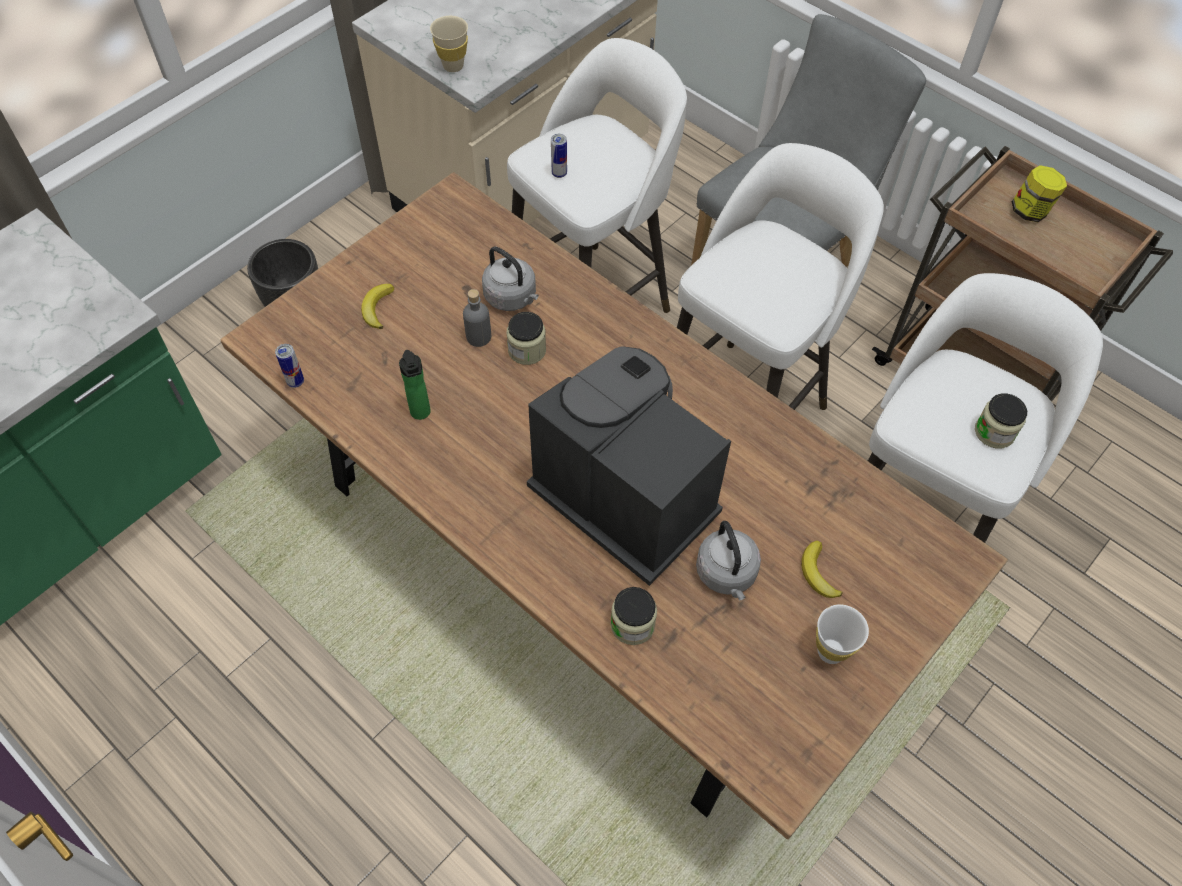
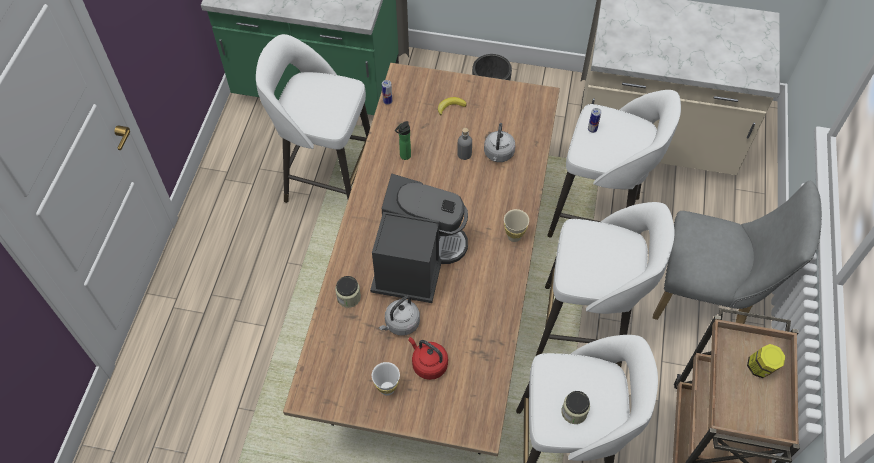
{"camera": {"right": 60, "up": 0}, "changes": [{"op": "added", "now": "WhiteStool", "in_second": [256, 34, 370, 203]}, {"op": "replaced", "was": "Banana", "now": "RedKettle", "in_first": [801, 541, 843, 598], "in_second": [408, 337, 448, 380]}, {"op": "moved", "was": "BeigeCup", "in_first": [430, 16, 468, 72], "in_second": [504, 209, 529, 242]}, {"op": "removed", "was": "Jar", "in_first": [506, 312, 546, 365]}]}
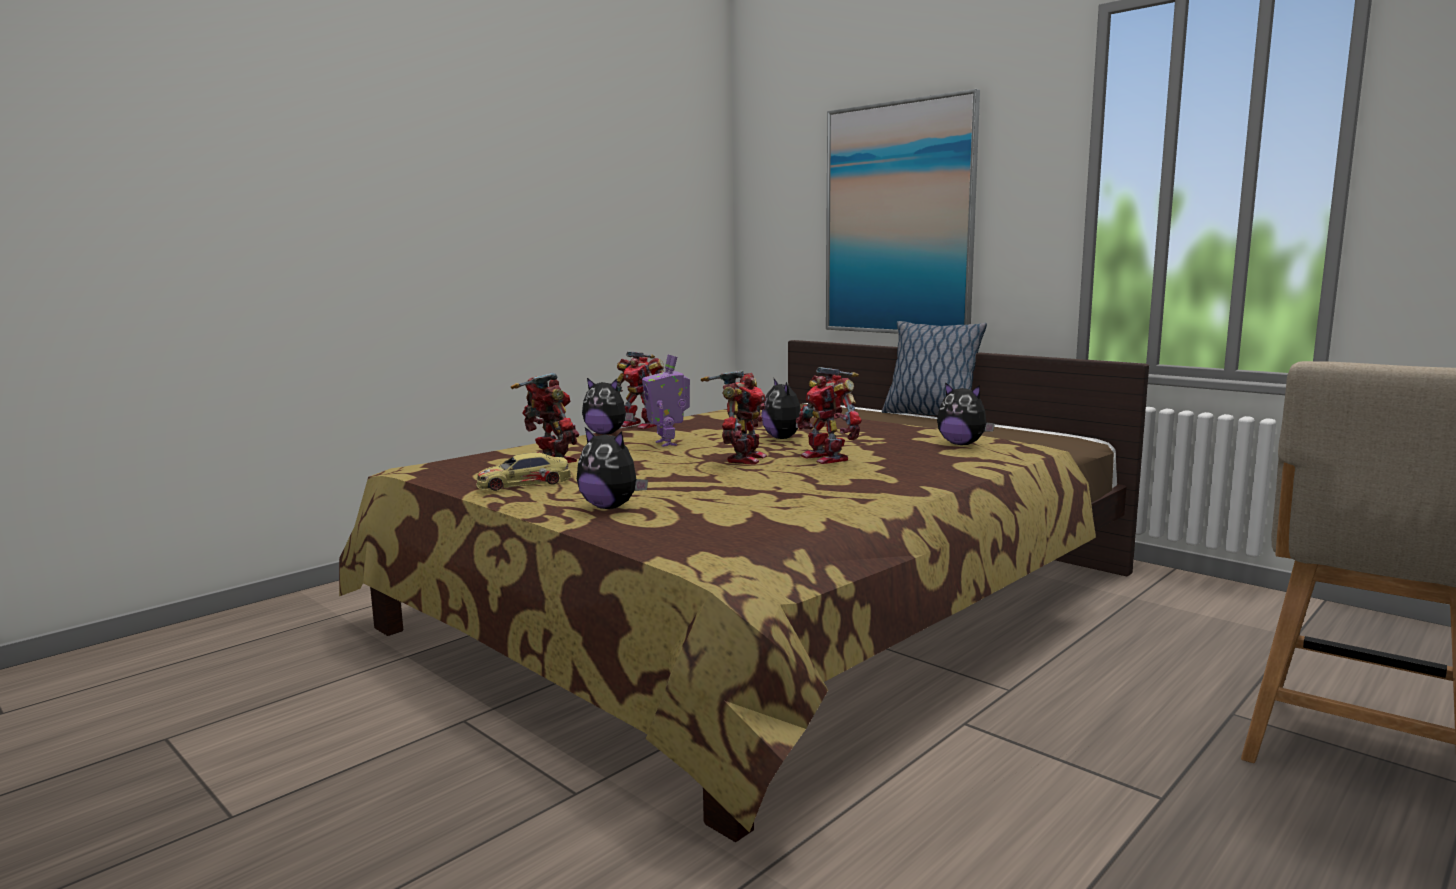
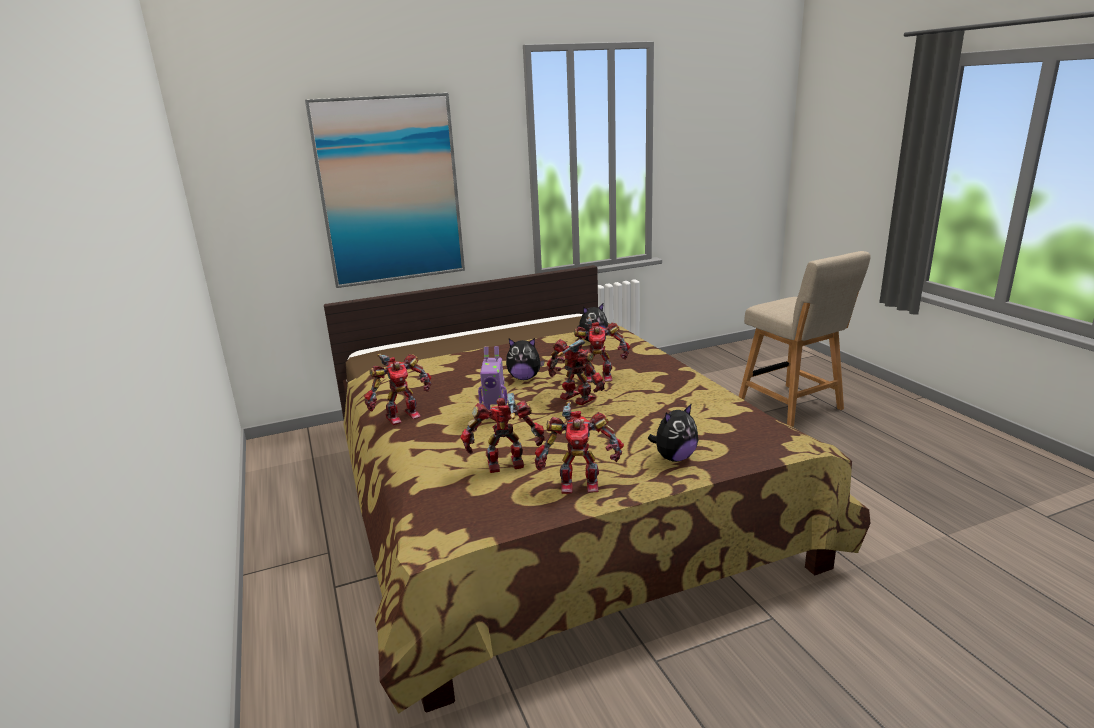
{"camera": {"right": -65, "up": 10}, "changes": [{"op": "replaced", "was": "ToyCar", "now": "ToyRobot", "in_first": [476, 453, 571, 491], "in_second": [535, 401, 624, 494]}, {"op": "removed", "was": "PlushToy", "in_first": [582, 378, 633, 435]}, {"op": "removed", "was": "Pillow", "in_first": [882, 321, 987, 415]}]}
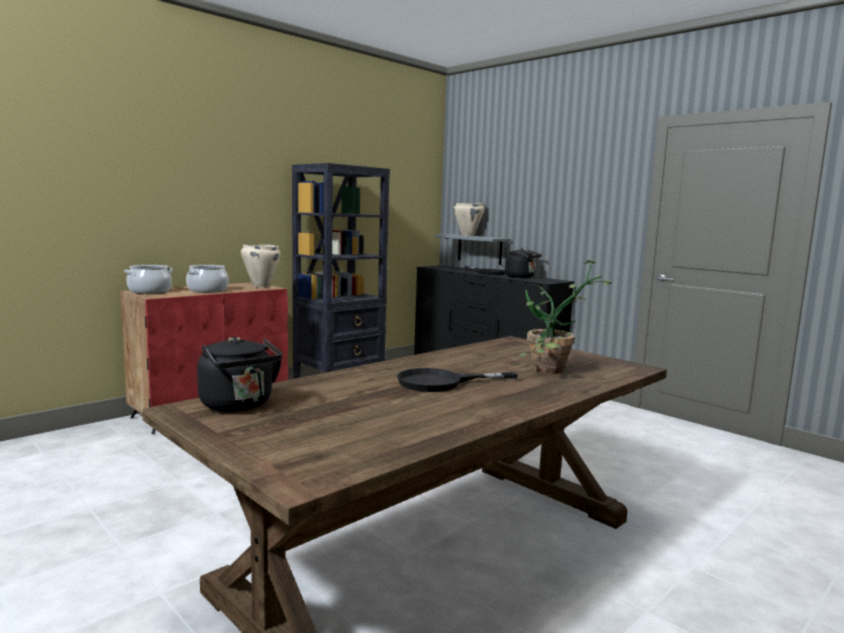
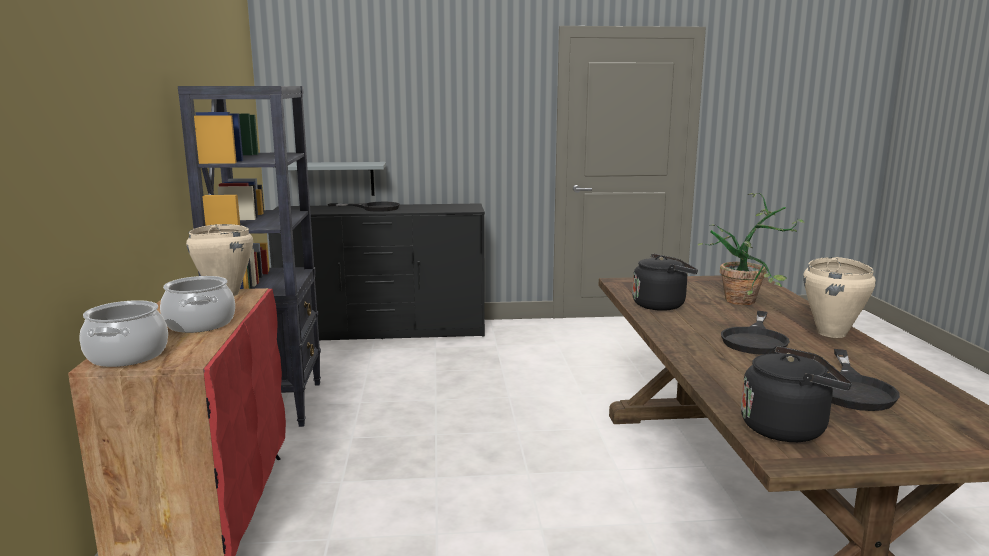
{"camera": {"right": -50, "up": 5}, "changes": [{"op": "moved", "was": "BlackKettle", "in_first": [505, 248, 542, 278], "in_second": [632, 254, 698, 311]}, {"op": "moved", "was": "BeigeCookingPot", "in_first": [454, 203, 485, 236], "in_second": [803, 257, 876, 338]}, {"op": "added", "now": "BlackFryingPan", "in_second": [827, 349, 900, 411]}]}
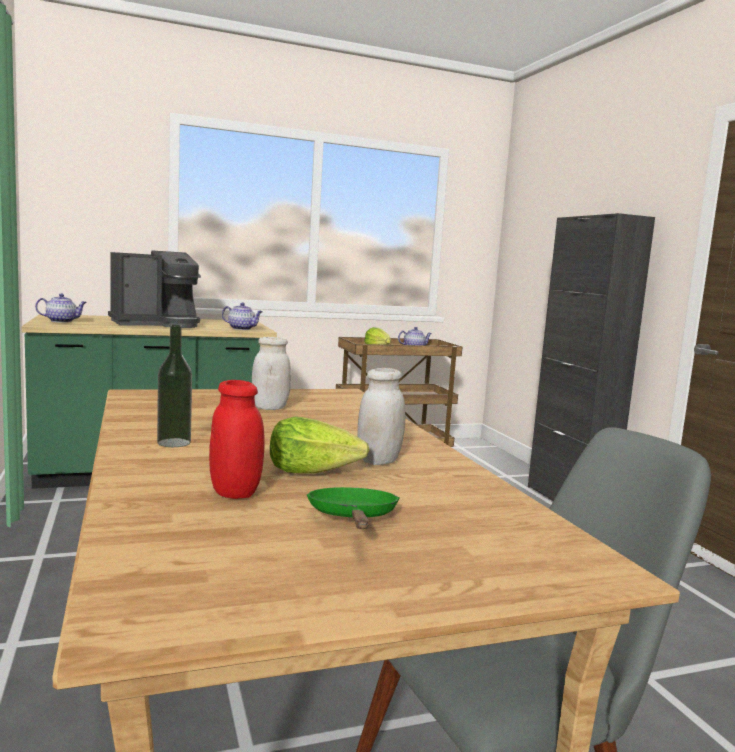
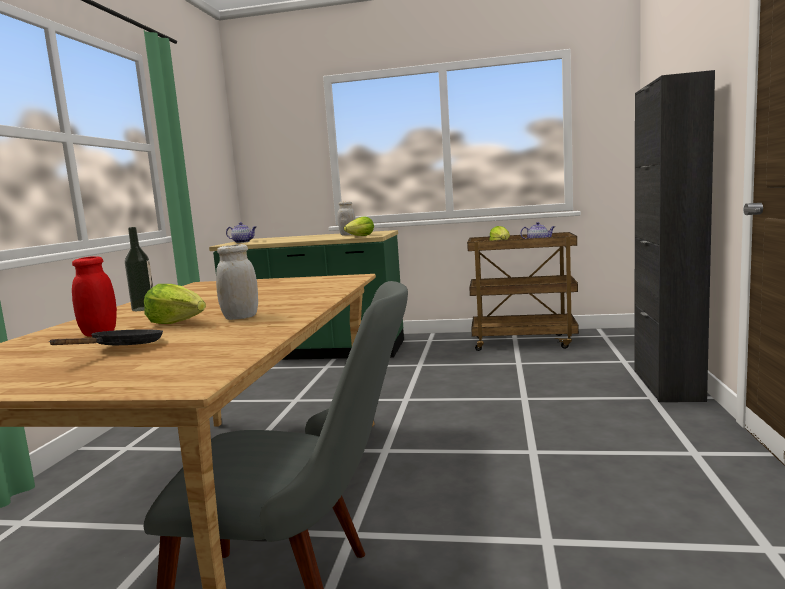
{"camera": {"right": 30, "up": 0}, "changes": [{"op": "recoloured", "was": "GreenFryingPan", "now": "BlackFryingPan", "in_first": [307, 487, 400, 529], "in_second": [49, 329, 163, 345]}, {"op": "moved", "was": "WhiteJar", "in_first": [252, 337, 291, 410], "in_second": [337, 201, 355, 236]}, {"op": "replaced", "was": "Teapot", "now": "Lettuce", "in_first": [222, 303, 263, 330], "in_second": [344, 216, 374, 236]}, {"op": "removed", "was": "CoffeeMachine", "in_first": [108, 251, 201, 328]}]}
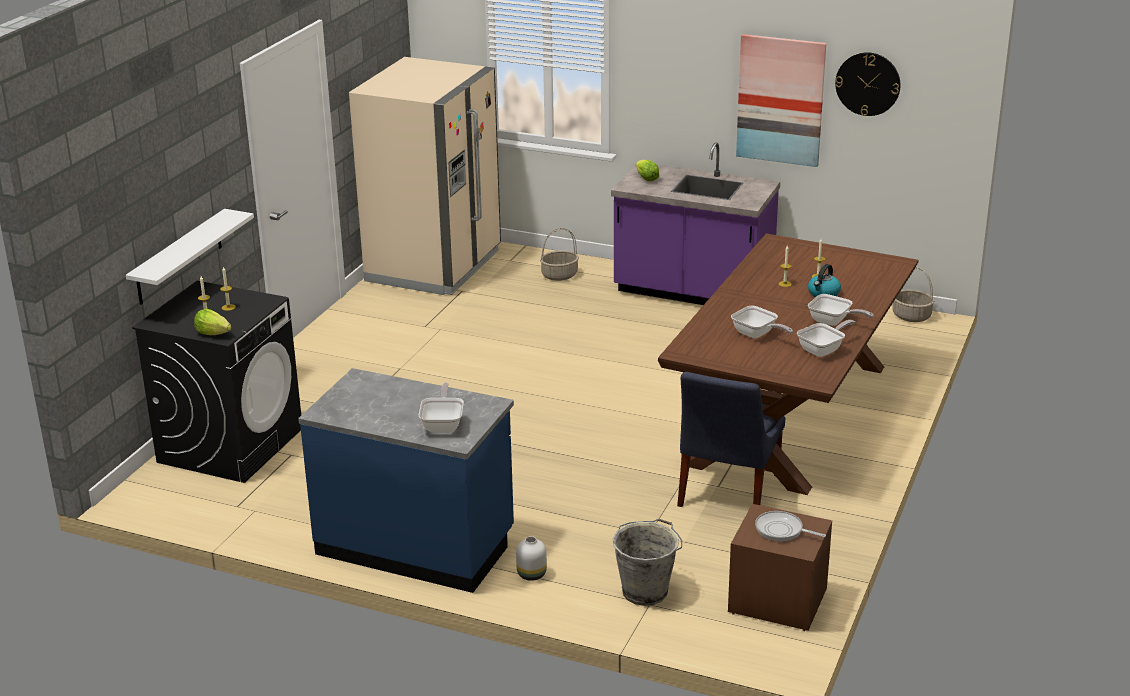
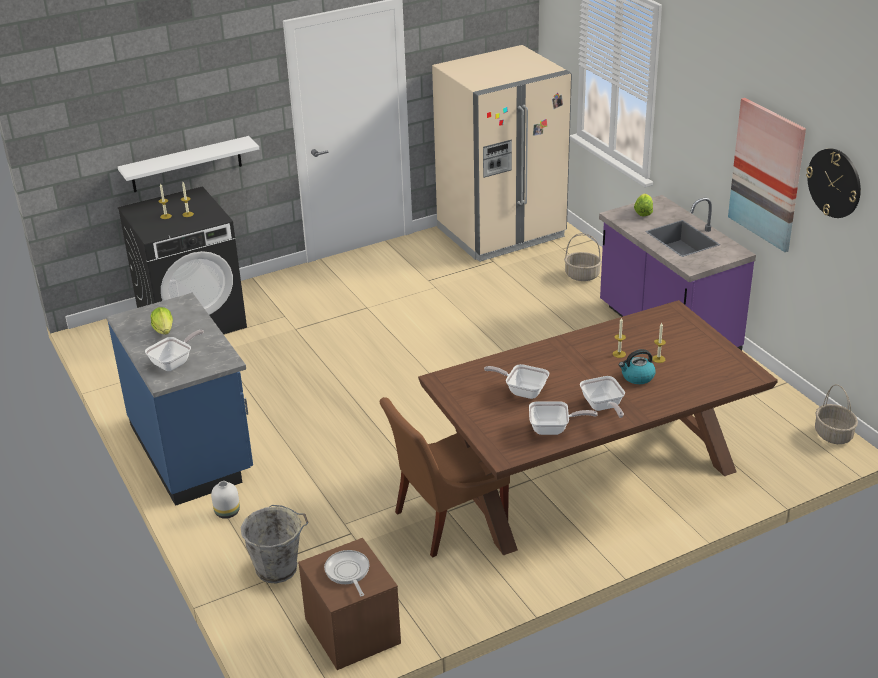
{"camera": {"right": 40, "up": 5}, "changes": [{"op": "moved", "was": "Lettuce", "in_first": [194, 309, 232, 335], "in_second": [150, 307, 173, 335]}, {"op": "recoloured", "was": "BlueChair", "now": "BrownChair", "in_first": [677, 372, 785, 507], "in_second": [380, 397, 510, 557]}, {"op": "turned", "was": "FryingPan", "in_first": [731, 306, 793, 339], "in_second": [484, 364, 549, 399], "clockwise": 120}]}
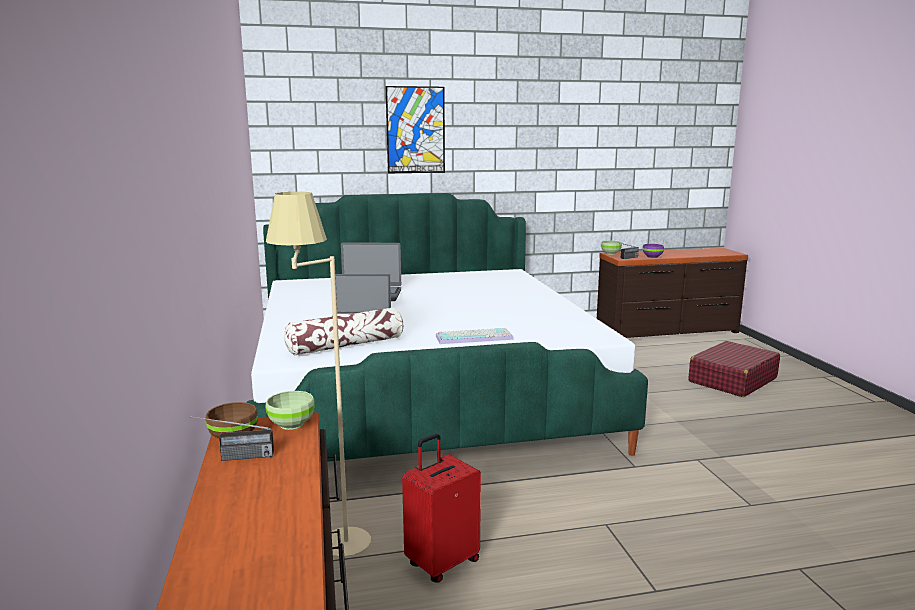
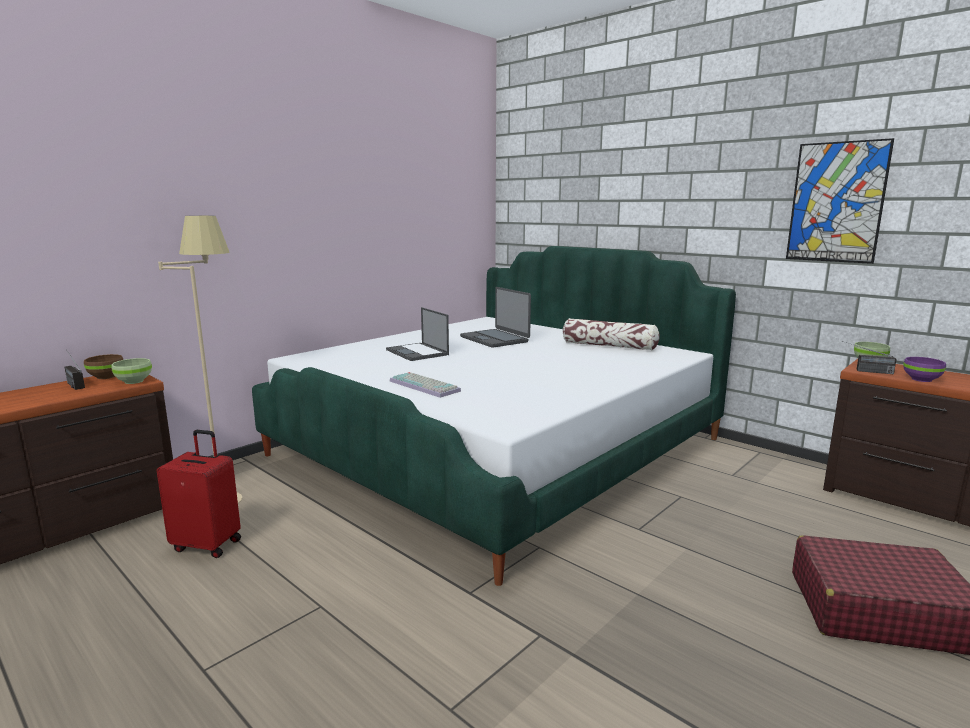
{"camera": {"right": 55, "up": 0}, "changes": [{"op": "moved", "was": "Pillow", "in_first": [284, 307, 403, 356], "in_second": [563, 318, 660, 350]}, {"op": "moved", "was": "Picture", "in_first": [386, 86, 445, 173], "in_second": [786, 138, 894, 264]}]}
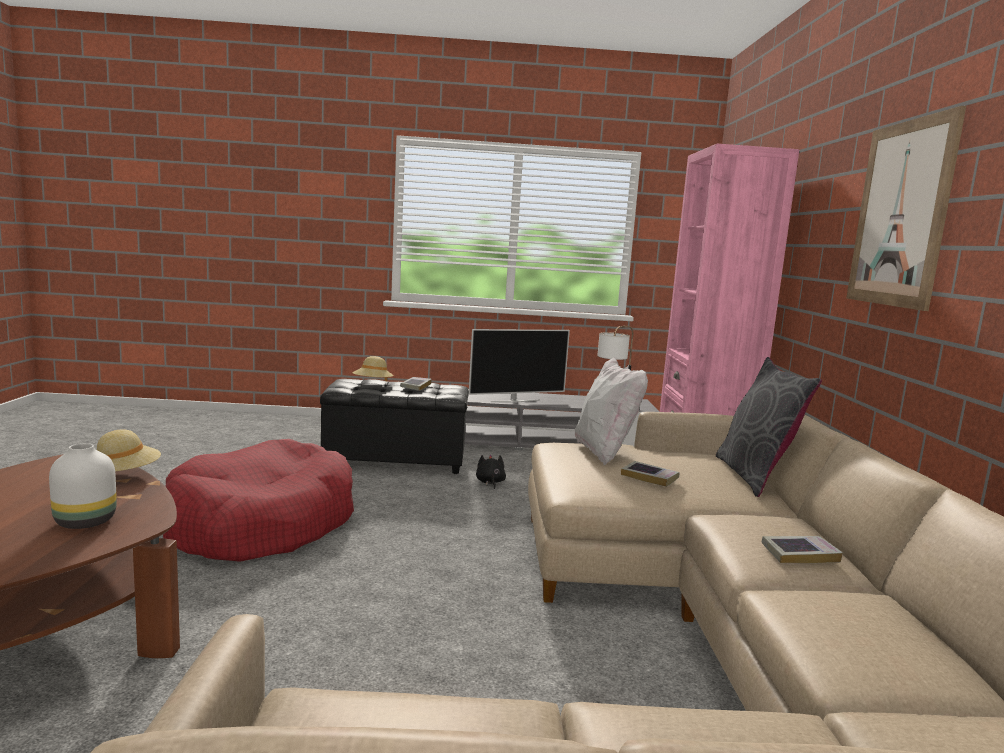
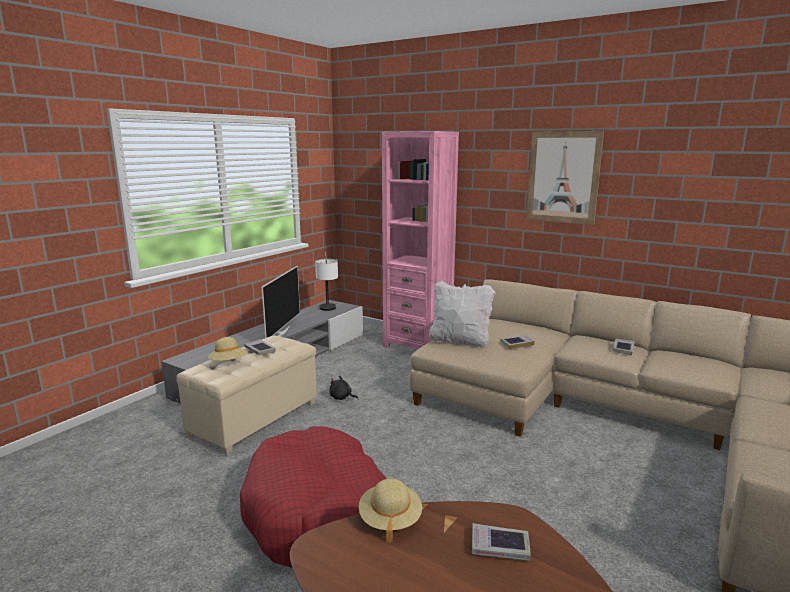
{"camera": {"right": -55, "up": 5}, "changes": [{"op": "recoloured", "was": "BlackOttoman", "now": "BeigeOttoman", "in_first": [320, 379, 469, 474], "in_second": [176, 336, 317, 455]}, {"op": "replaced", "was": "WhiteVase", "now": "Book", "in_first": [49, 443, 117, 529], "in_second": [472, 523, 531, 561]}, {"op": "removed", "was": "GreyPillow", "in_first": [716, 357, 822, 497]}]}
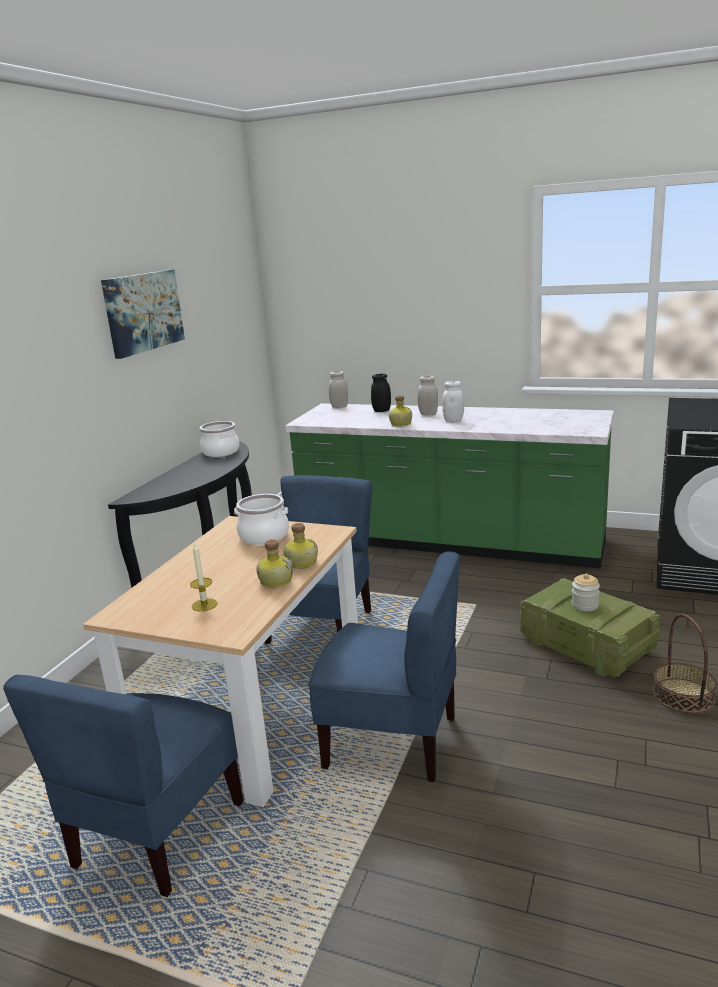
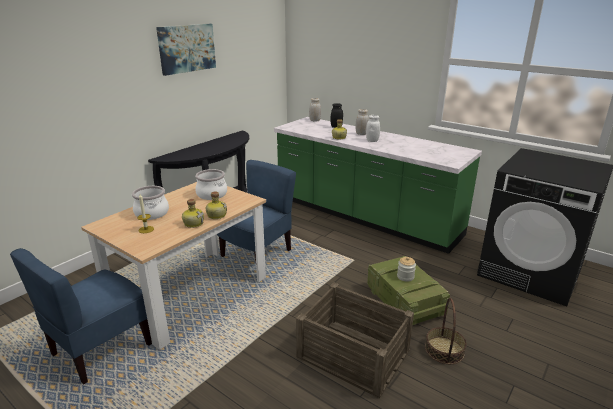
{"camera": {"right": 15, "up": 5}, "changes": [{"op": "moved", "was": "CookingPot", "in_first": [199, 421, 240, 457], "in_second": [132, 186, 169, 220]}, {"op": "added", "now": "Crate", "in_second": [296, 282, 414, 398]}, {"op": "removed", "was": "BlueChair", "in_first": [308, 551, 460, 782]}]}
